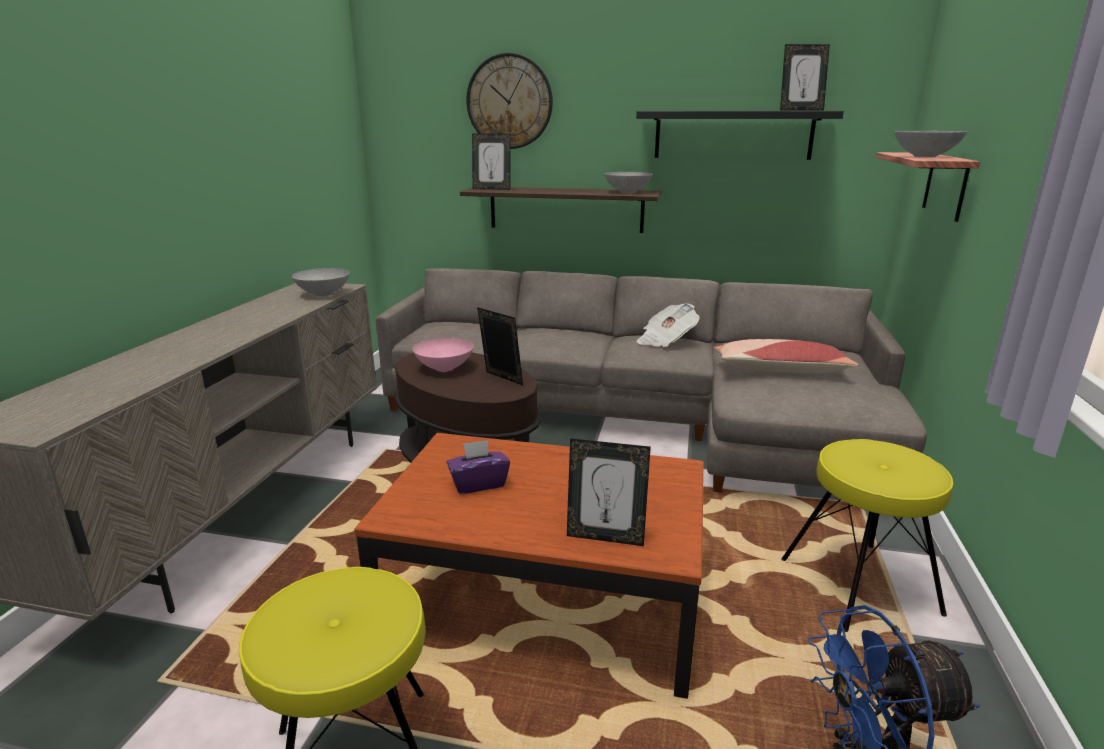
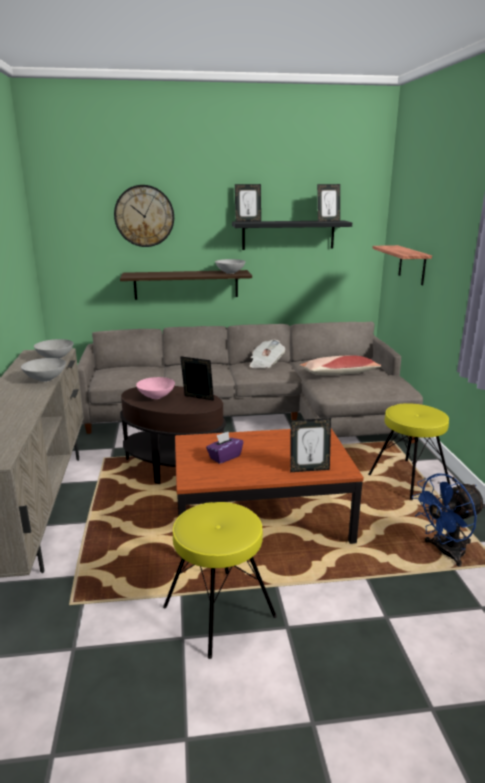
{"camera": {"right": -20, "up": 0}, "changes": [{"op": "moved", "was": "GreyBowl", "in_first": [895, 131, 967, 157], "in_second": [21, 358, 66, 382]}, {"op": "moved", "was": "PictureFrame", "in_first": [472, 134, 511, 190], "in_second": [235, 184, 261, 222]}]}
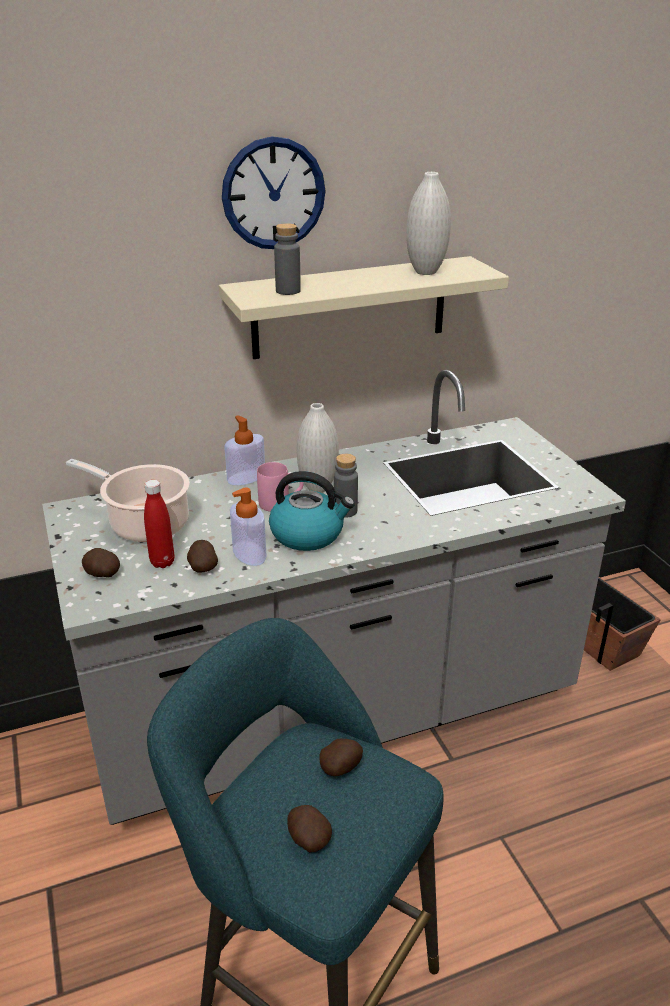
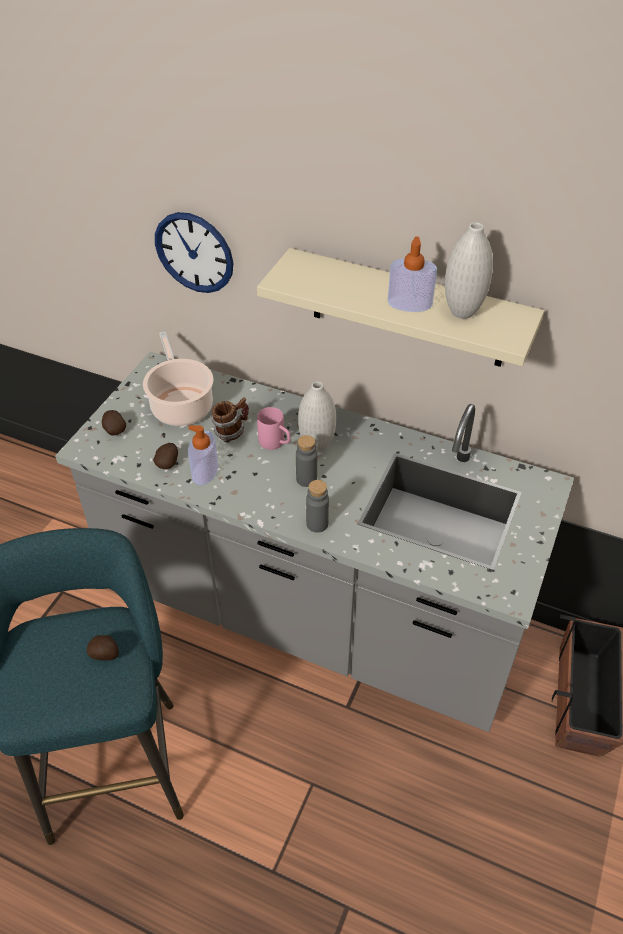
{"camera": {"right": 45, "up": 15}, "changes": [{"op": "moved", "was": "WallClock", "in_first": [222, 136, 325, 249], "in_second": [155, 212, 233, 293]}, {"op": "added", "now": "Mug", "in_second": [211, 398, 249, 441]}, {"op": "moved", "was": "GreyBottle", "in_first": [274, 223, 301, 295], "in_second": [306, 480, 329, 533]}, {"op": "moved", "was": "SoapDispenser", "in_first": [224, 415, 265, 485], "in_second": [388, 236, 437, 312]}, {"op": "removed", "was": "RedBottle", "in_first": [144, 480, 174, 568]}, {"op": "removed", "was": "Kettle", "in_first": [269, 471, 355, 551]}, {"op": "removed", "was": "Potato", "in_first": [287, 805, 332, 852]}]}
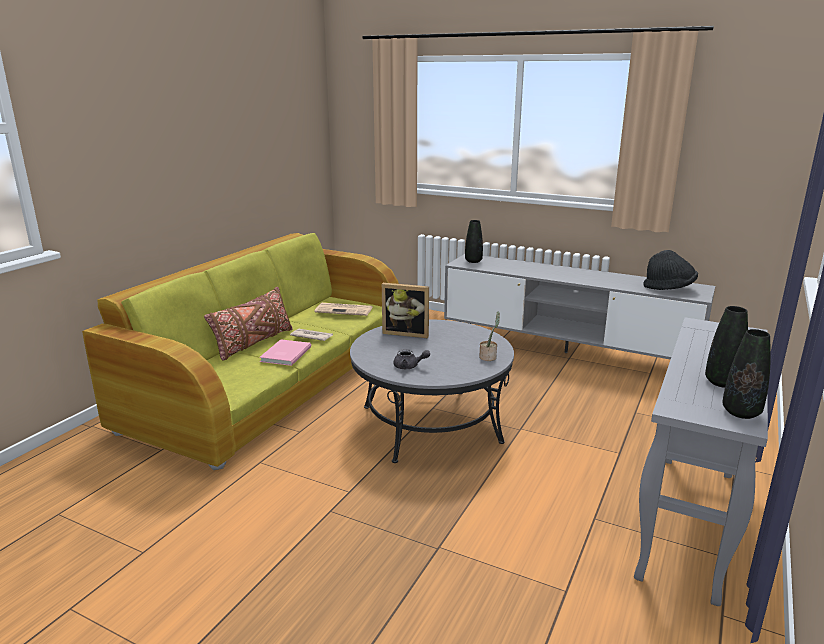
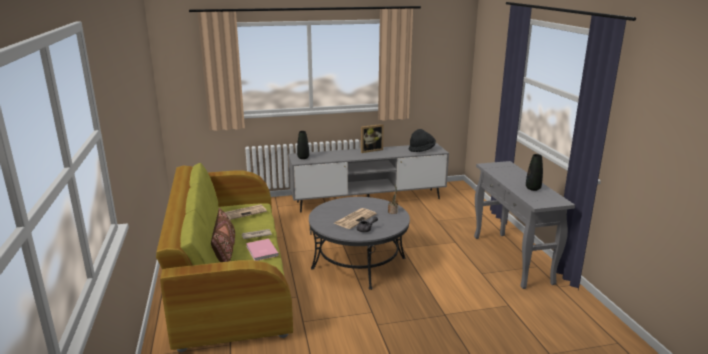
{"camera": {"right": -40, "up": 0}, "changes": [{"op": "added", "now": "Newspaper", "in_second": [334, 208, 377, 229]}, {"op": "moved", "was": "PictureFrame", "in_first": [382, 283, 429, 338], "in_second": [361, 124, 384, 153]}, {"op": "removed", "was": "BlackVase", "in_first": [722, 329, 771, 419]}]}
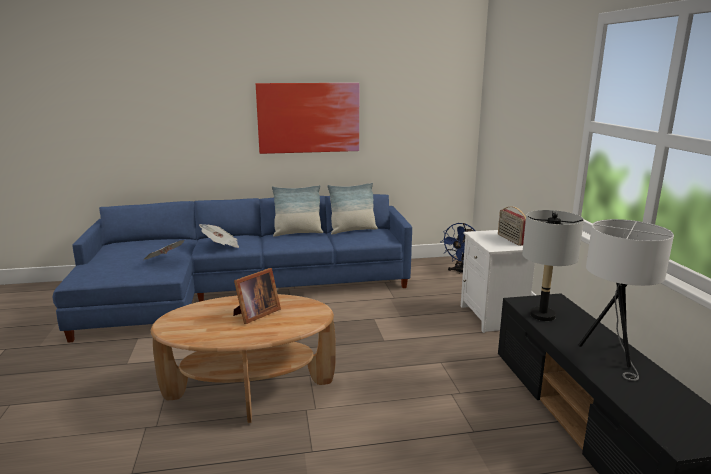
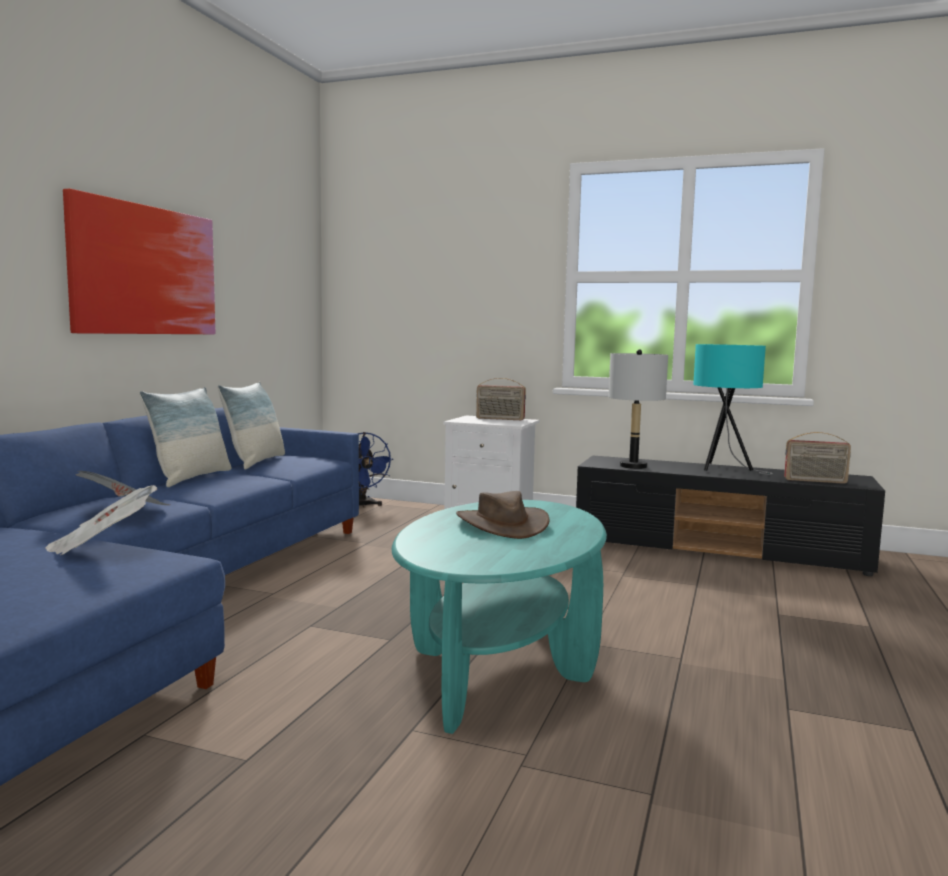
{"camera": {"right": -60, "up": -10}, "changes": [{"op": "recoloured", "was": "BrownCoffeeTable", "now": "TurquoiseCoffeeTable", "in_first": [151, 294, 336, 423], "in_second": [392, 500, 607, 734]}, {"op": "replaced", "was": "PictureFrame", "now": "BrownHat", "in_first": [233, 268, 281, 324], "in_second": [456, 491, 549, 539]}, {"op": "recoloured", "was": "WhiteTableLamp", "now": "TurquoiseTableLamp", "in_first": [578, 219, 674, 381], "in_second": [693, 344, 773, 475]}, {"op": "added", "now": "Radio", "in_second": [784, 432, 851, 484]}]}
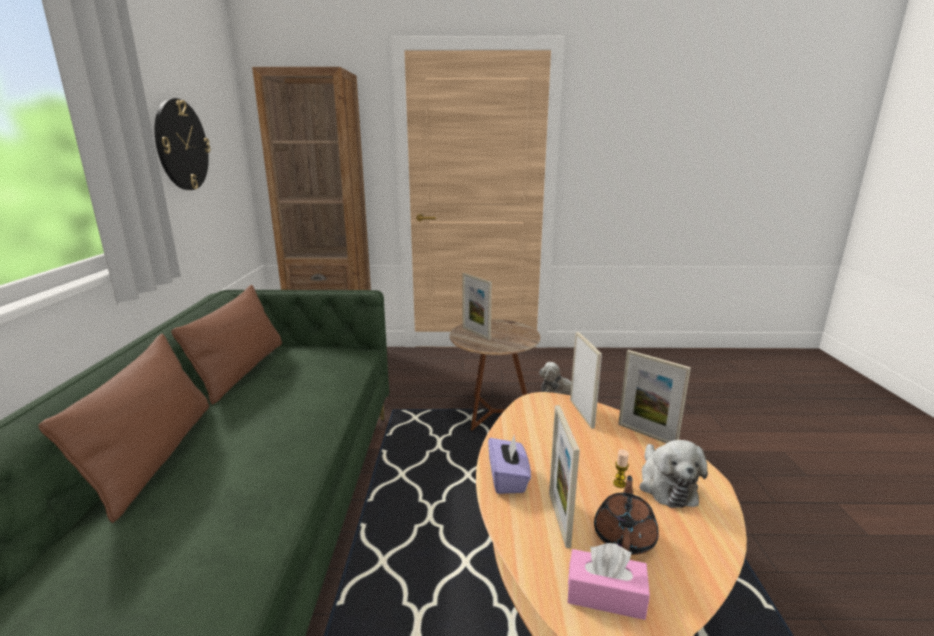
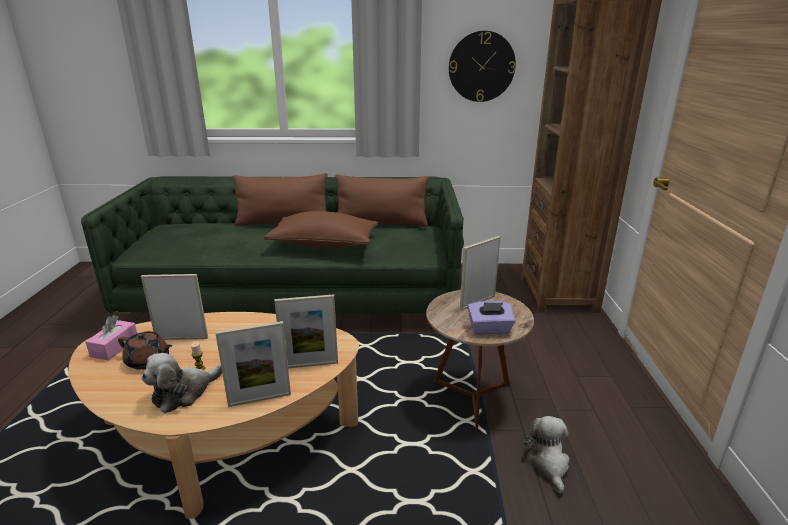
{"camera": {"right": 90, "up": 5}, "changes": [{"op": "turned", "was": "PlushToy", "in_first": [639, 440, 708, 508], "in_second": [141, 353, 222, 413], "clockwise": -45}, {"op": "turned", "was": "PictureFrame", "in_first": [618, 350, 691, 443], "in_second": [216, 321, 291, 407], "clockwise": -150}, {"op": "added", "now": "BrownPillow", "in_second": [264, 211, 378, 248]}, {"op": "moved", "was": "PurpleTissueBox", "in_first": [488, 435, 531, 494], "in_second": [468, 301, 516, 335]}]}
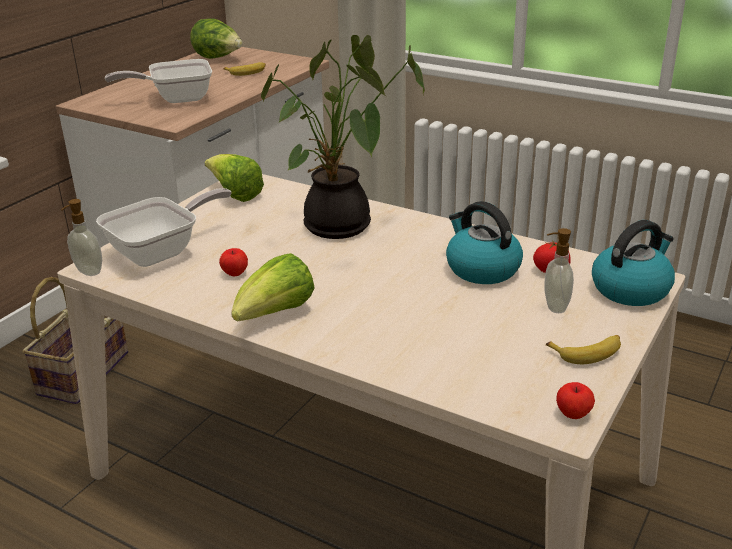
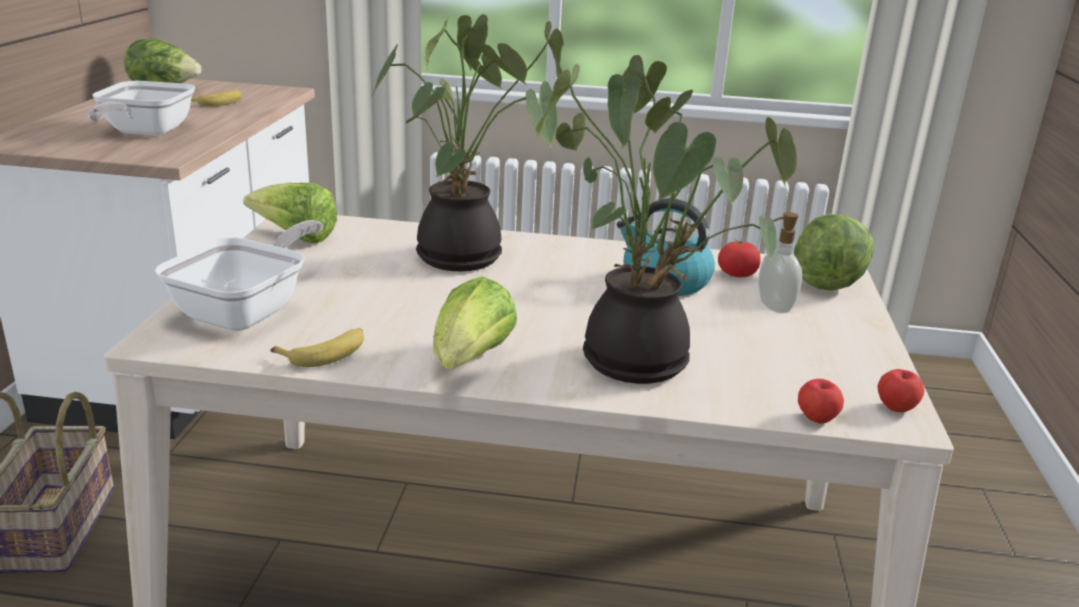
{"camera": {"right": -25, "up": -5}, "changes": [{"op": "turned", "was": "FryingPan", "in_first": [105, 59, 212, 103], "in_second": [88, 81, 195, 136], "clockwise": -45}, {"op": "moved", "was": "Banana", "in_first": [546, 335, 621, 364], "in_second": [270, 328, 364, 367]}, {"op": "added", "now": "PottedPlant", "in_second": [536, 55, 797, 384]}, {"op": "replaced", "was": "Kettle", "now": "Lettuce", "in_first": [592, 220, 675, 306], "in_second": [794, 214, 874, 290]}, {"op": "moved", "was": "Apple", "in_first": [219, 248, 248, 276], "in_second": [798, 379, 844, 424]}, {"op": "removed", "was": "SoapDispenser", "in_first": [61, 199, 102, 276]}]}
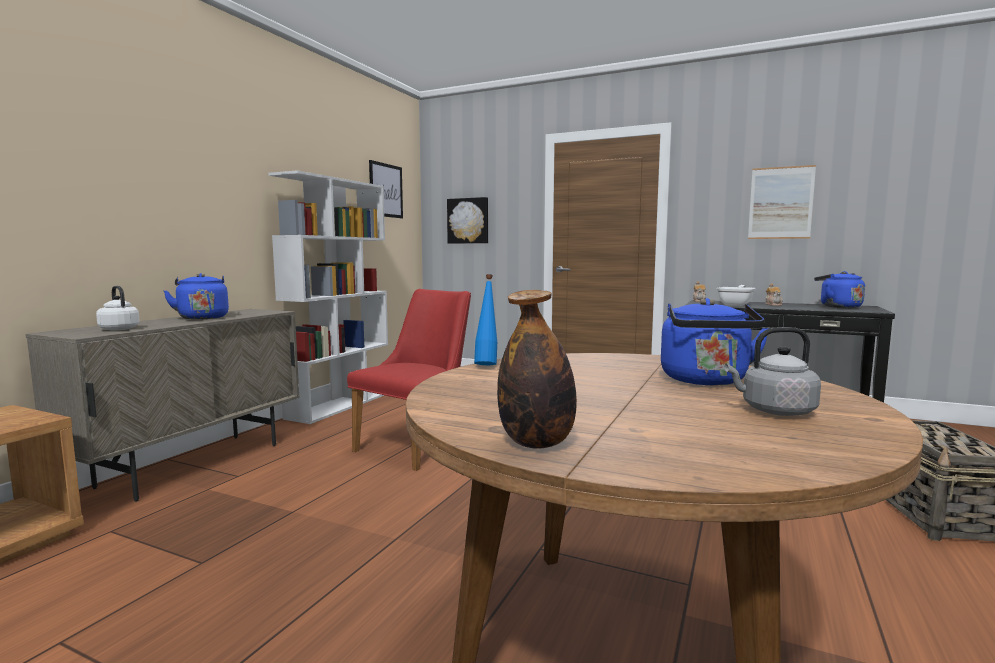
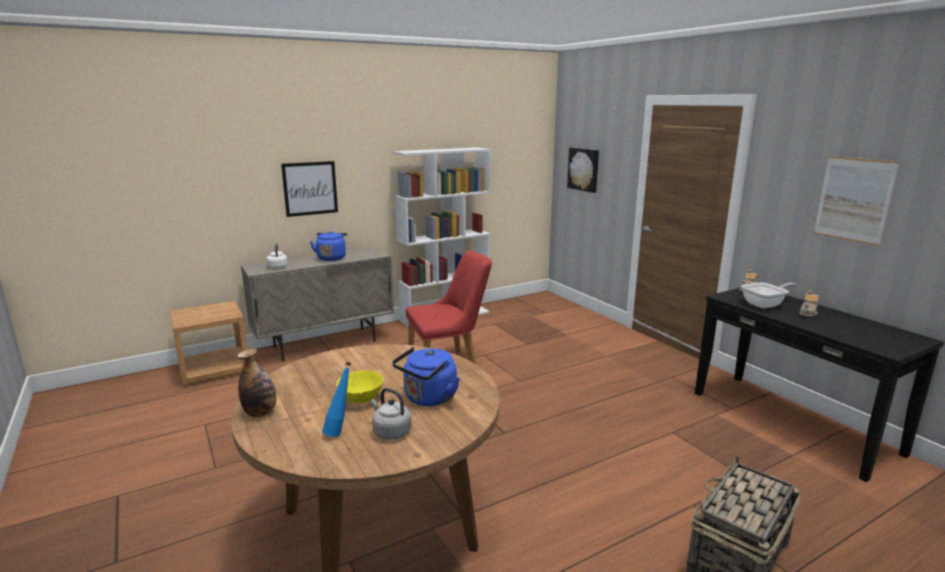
{"camera": {"right": 35, "up": 10}, "changes": [{"op": "moved", "was": "Picture", "in_first": [369, 160, 403, 218], "in_second": [281, 161, 338, 217]}, {"op": "moved", "was": "BlueBottle", "in_first": [474, 274, 497, 365], "in_second": [322, 362, 351, 437]}, {"op": "added", "now": "YellowBowl", "in_second": [336, 370, 383, 403]}, {"op": "removed", "was": "BlueKettle", "in_first": [814, 271, 865, 308]}]}
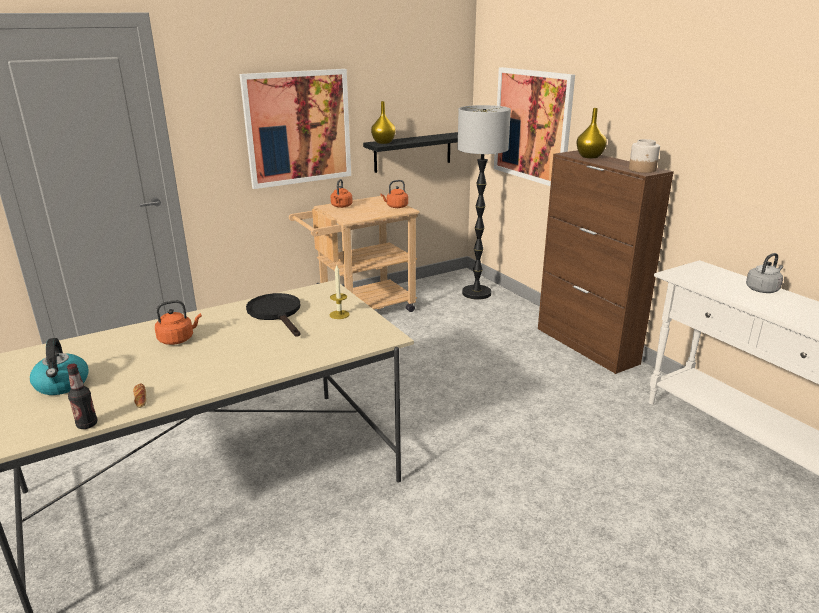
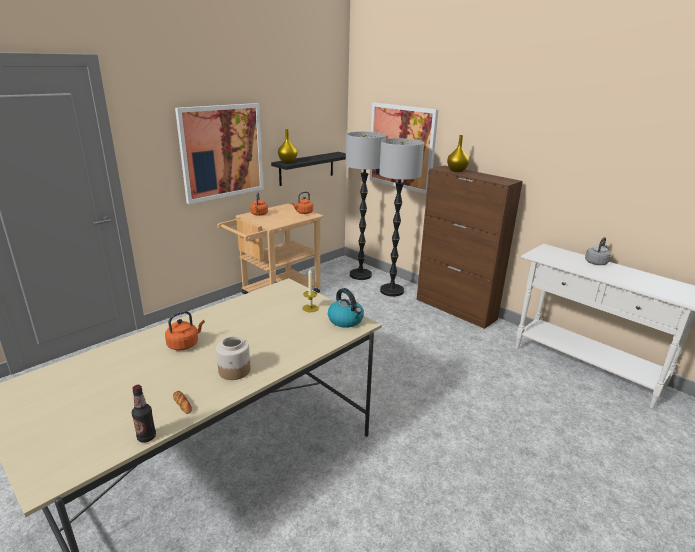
{"camera": {"right": -15, "up": 0}, "changes": [{"op": "moved", "was": "Jar", "in_first": [629, 139, 660, 173], "in_second": [216, 336, 251, 380]}, {"op": "moved", "was": "Kettle", "in_first": [30, 338, 89, 395], "in_second": [328, 288, 364, 328]}, {"op": "added", "now": "FloorLamp", "in_second": [379, 138, 424, 297]}, {"op": "removed", "was": "BlackFryingPan", "in_first": [246, 293, 301, 337]}]}
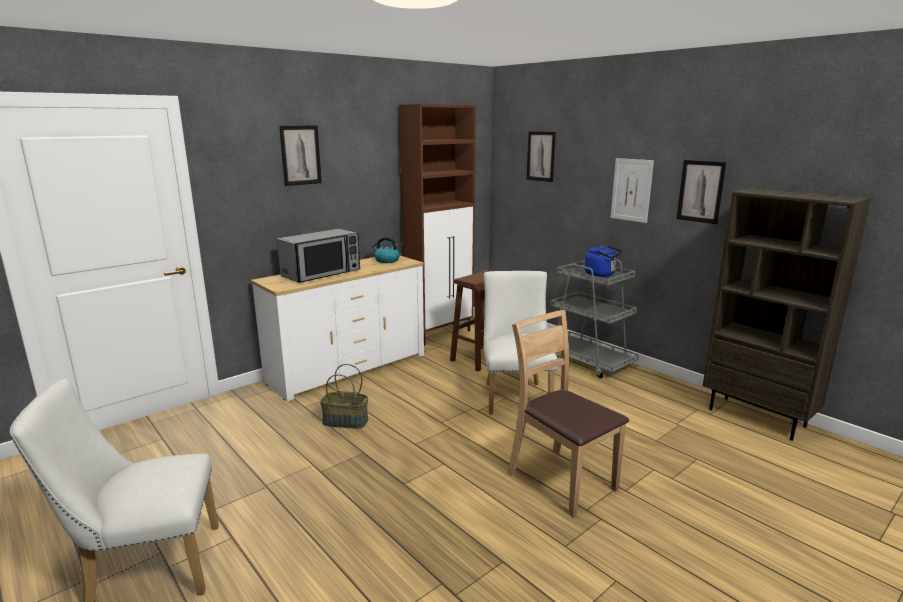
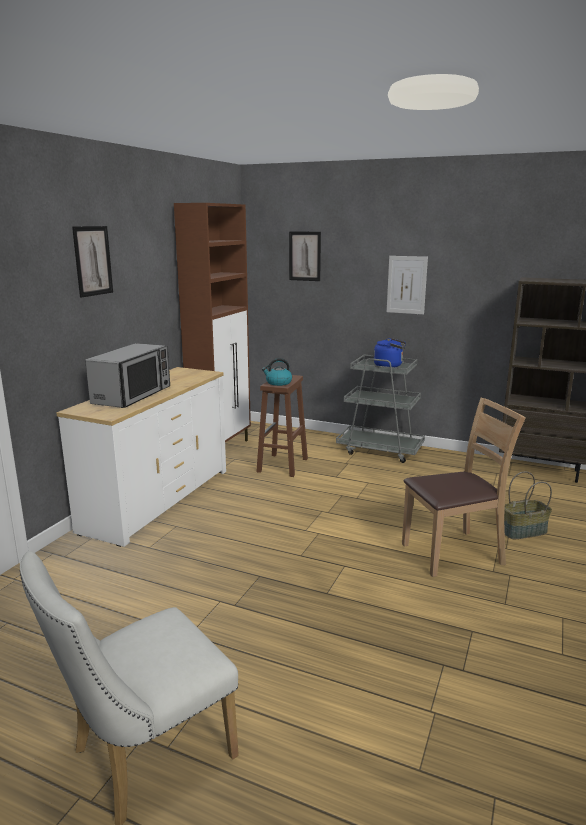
{"camera": {"right": -25, "up": 0}, "changes": [{"op": "moved", "was": "Kettle", "in_first": [372, 237, 400, 263], "in_second": [262, 358, 292, 386]}, {"op": "turned", "was": "BrownChair", "in_first": [507, 310, 629, 517], "in_second": [402, 398, 526, 577], "clockwise": 135}, {"op": "moved", "was": "Basket", "in_first": [320, 364, 368, 429], "in_second": [504, 471, 552, 539]}, {"op": "removed", "was": "WhiteChair", "in_first": [484, 271, 557, 414]}, {"op": "removed", "was": "Picture", "in_first": [677, 160, 726, 224]}]}
